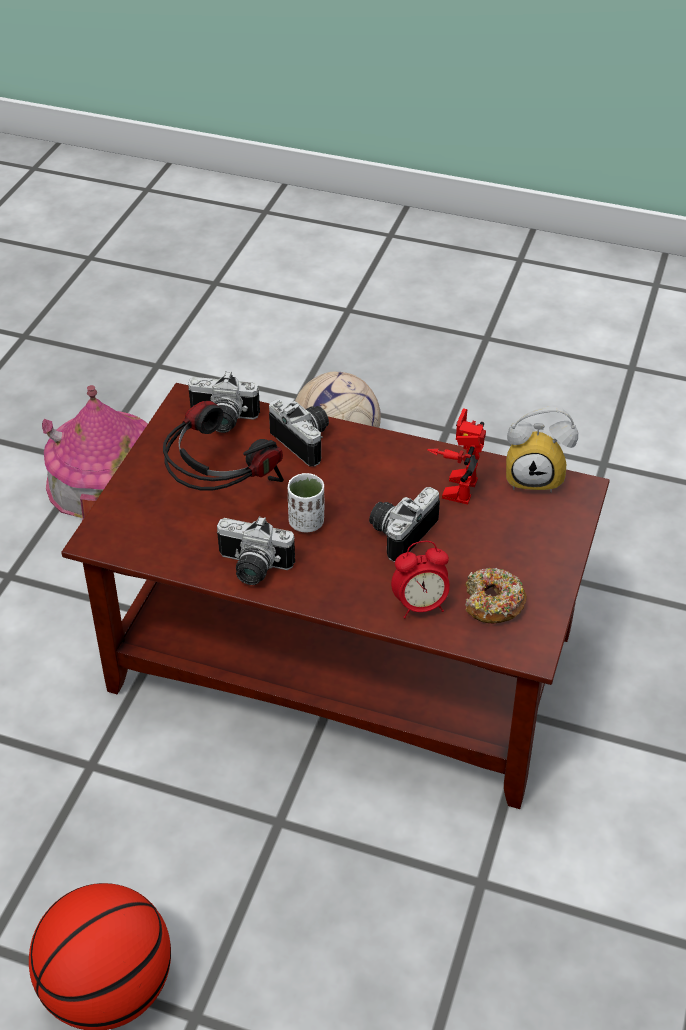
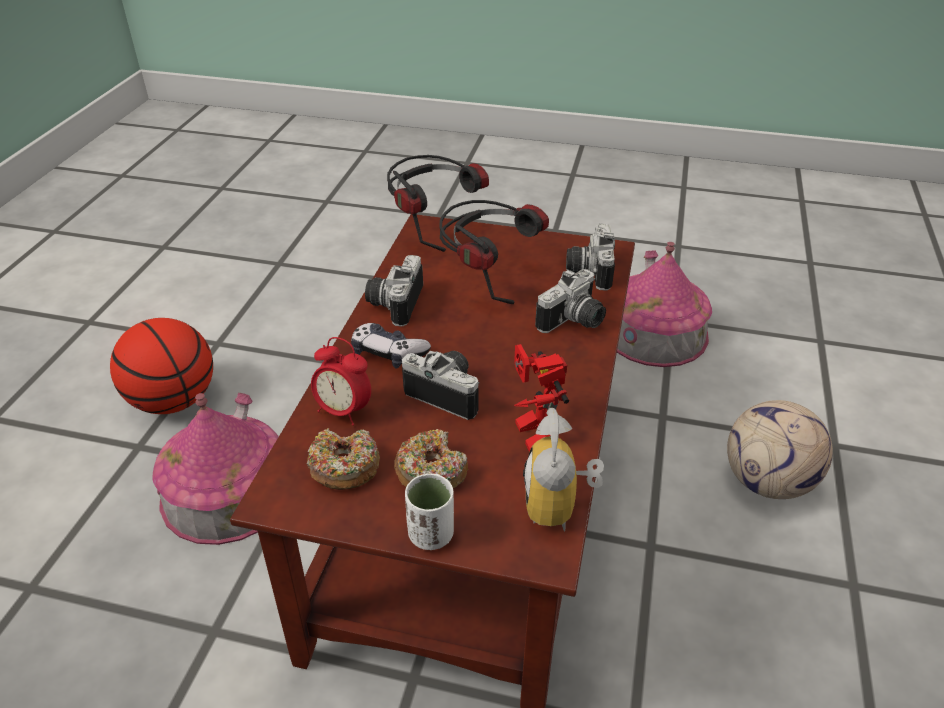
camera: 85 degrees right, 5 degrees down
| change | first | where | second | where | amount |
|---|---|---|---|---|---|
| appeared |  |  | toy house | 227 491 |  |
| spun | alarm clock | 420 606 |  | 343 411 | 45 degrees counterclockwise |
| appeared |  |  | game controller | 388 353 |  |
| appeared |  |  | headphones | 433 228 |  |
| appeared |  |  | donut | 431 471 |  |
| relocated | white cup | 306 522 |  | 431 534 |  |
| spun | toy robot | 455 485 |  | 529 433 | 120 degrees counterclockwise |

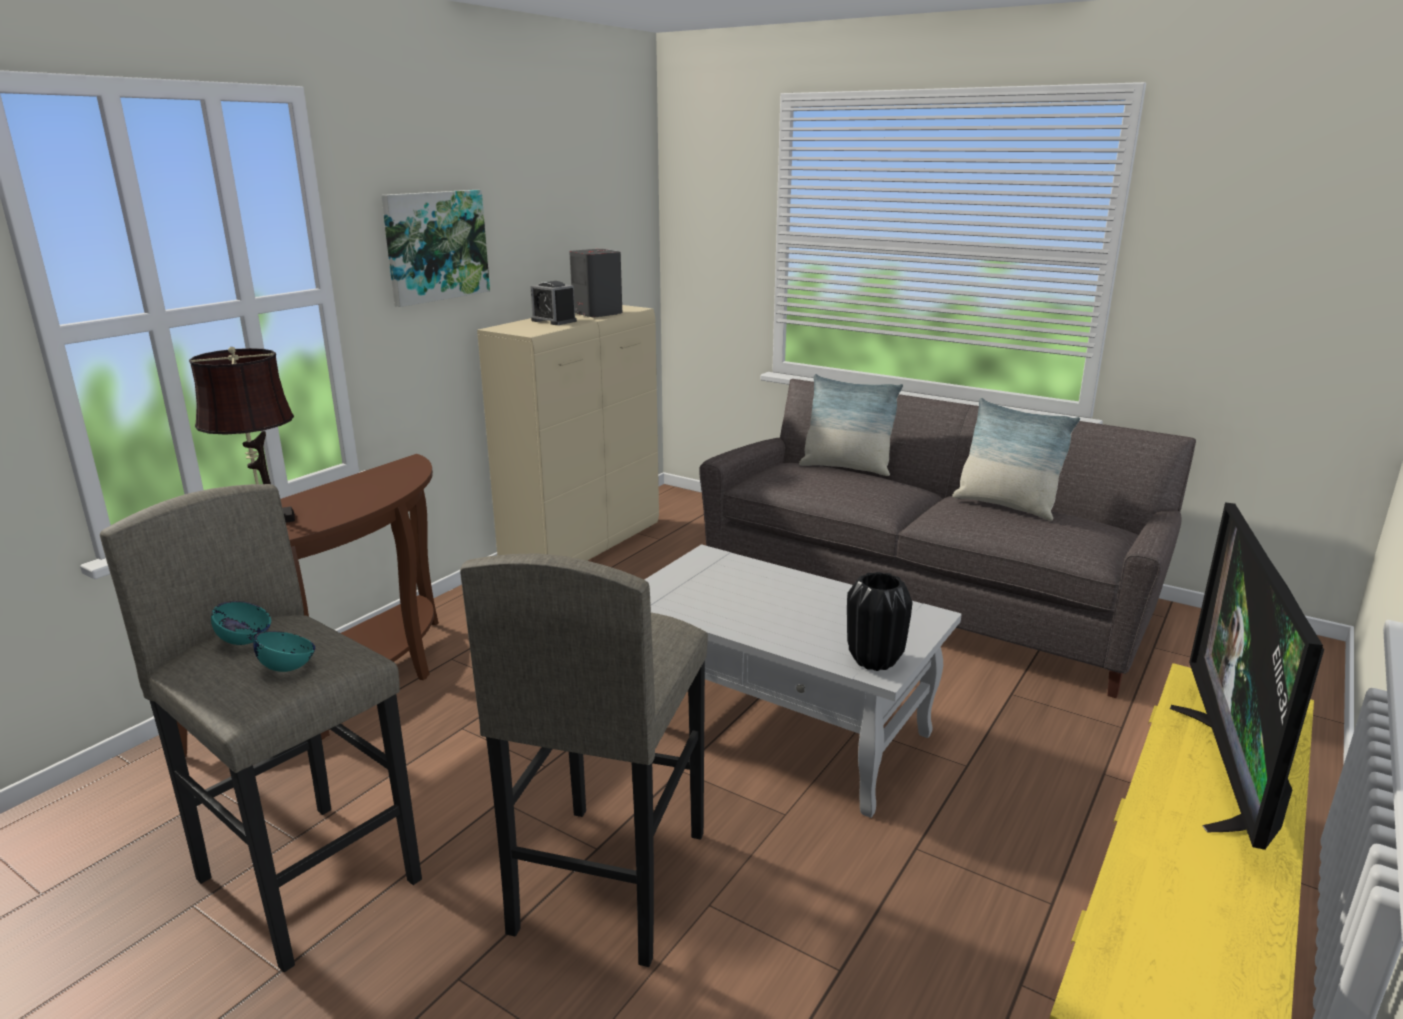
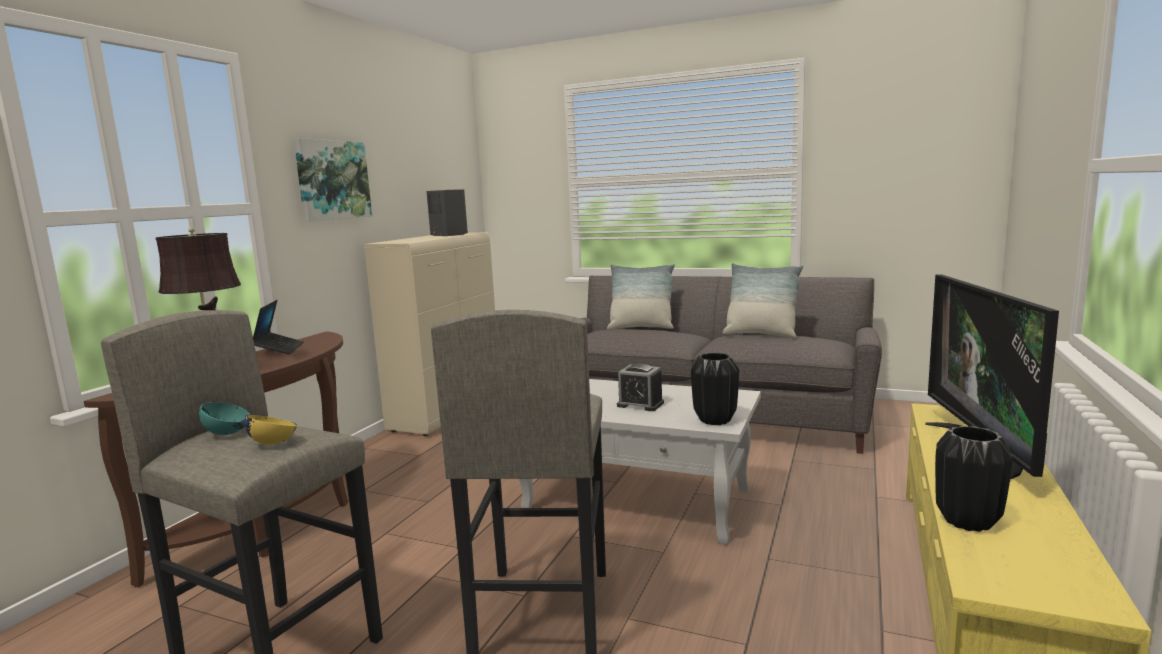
camera: 10 degrees left, 10 degrees down
| change | first | where | second | where | amount |
|---|---|---|---|---|---|
| colour | turquoise bowl | 288 667 | yellow bowl | 274 443 |  |
| appeared |  |  | laptop | 279 349 |  |
| relocated | alarm clock | 554 321 |  | 640 404 |  |
| appeared |  |  | black vase | 966 521 |  |

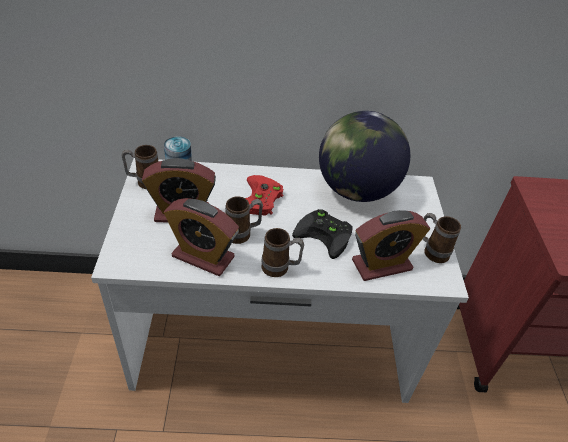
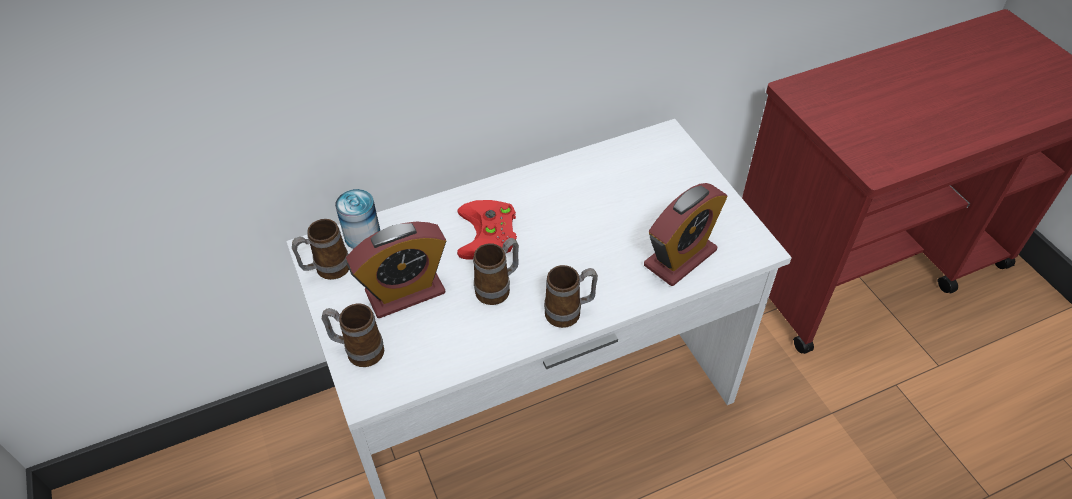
camera: 20 degrees left, 5 degrees up
| change | first | where | second | where | amount |
|---|---|---|---|---|---|
| relocated | mug | 431 251 |  | 358 351 |  |
| missing | alarm clock | 203 256 |  |  |  |
| missing | black game controller | 326 235 |  |  |  |
| missing | globe | 355 190 |  |  |  |

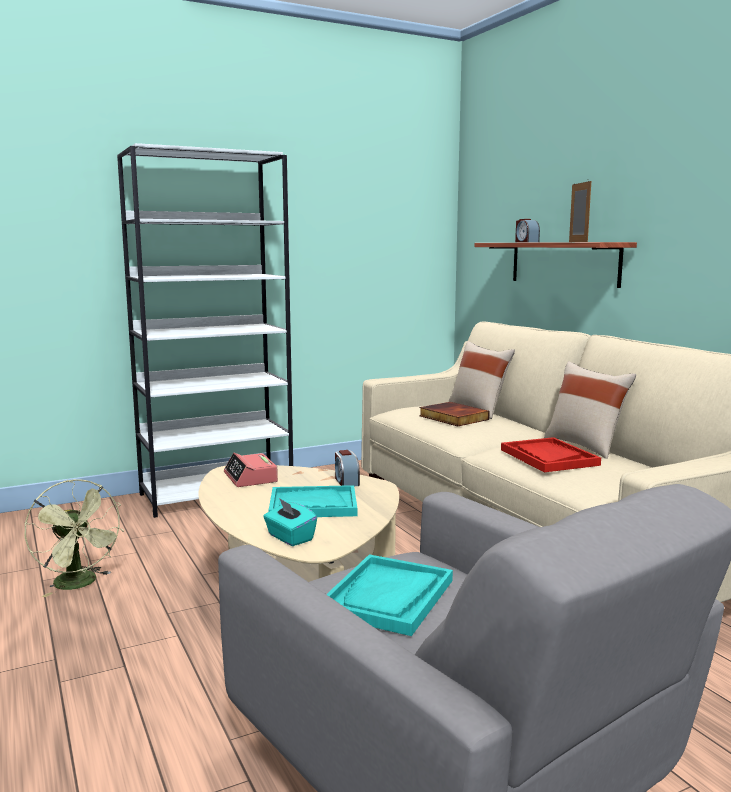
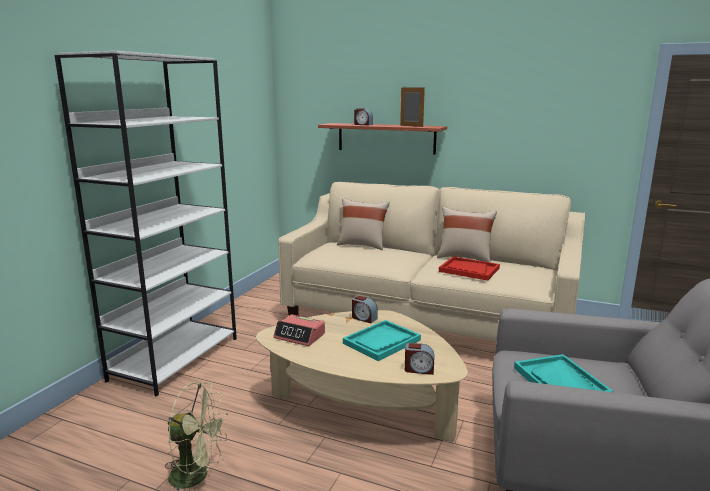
camera: 40 degrees left, 5 degrees up
| change | first | where | second | where | amount |
|---|---|---|---|---|---|
| exchanged | turquoise tissue box | 290 538 | alarm clock | 419 369 |  |
| missing | book | 452 418 |  |  |  |

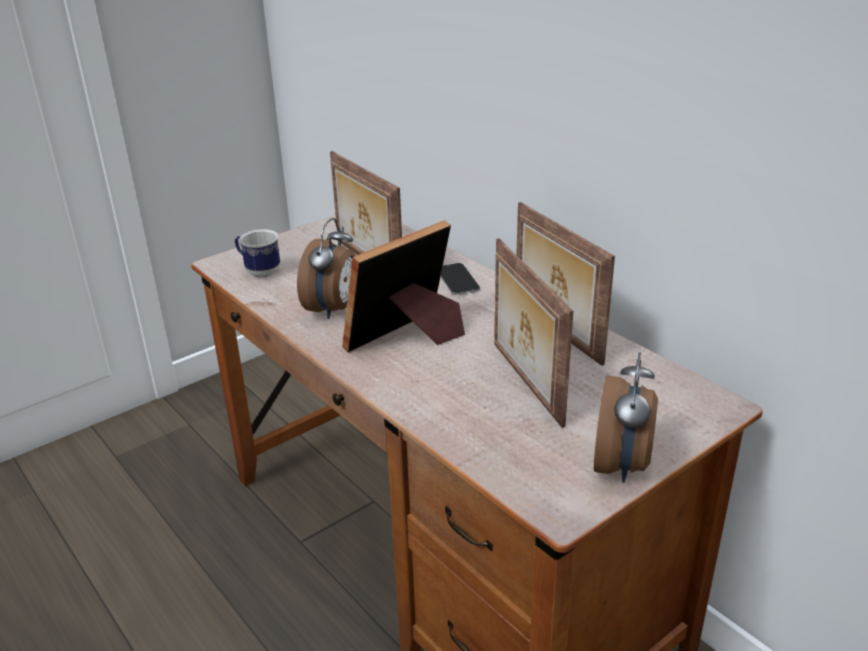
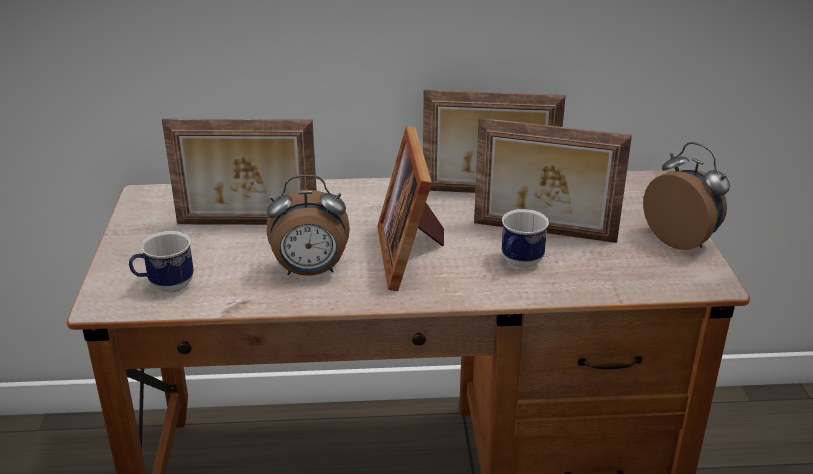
camera: 55 degrees left, 0 degrees up
| change | first | where | second | where | amount |
|---|---|---|---|---|---|
| spun | alarm clock | 334 309 |  | 310 272 | 120 degrees clockwise |
| appeared |  |  | mug | 519 264 |  |
| missing | phone | 457 280 |  |  |  |

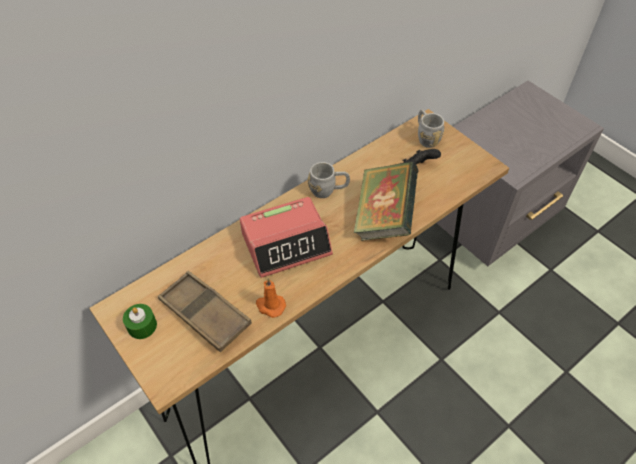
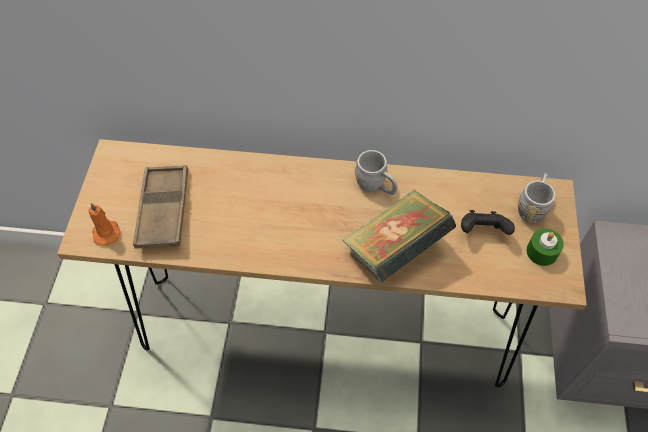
camera: 45 degrees right, 5 degrees up
| change | first | where | second | where | amount |
|---|---|---|---|---|---|
| relocated | orange candle | 270 306 |  | 106 232 |  |
| relocated | green candle | 142 326 |  | 541 252 |  |
| missing | alarm clock | 286 243 |  |  |  |

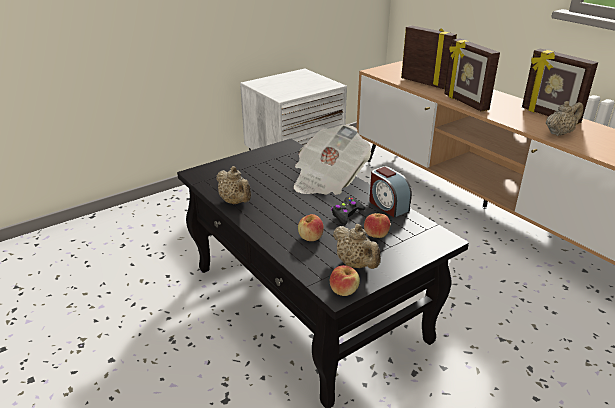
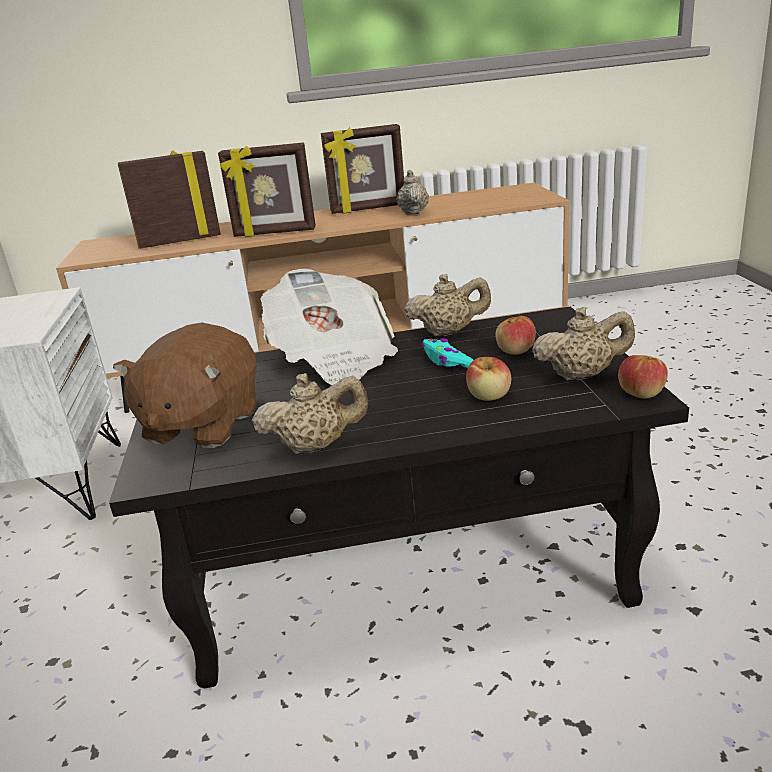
camera: 60 degrees left, 5 degrees down
| change | first | where | second | where | amount |
|---|---|---|---|---|---|
| appeared |  |  | brown plush toy | 202 425 |  |
| exchanged | alarm clock | 388 205 | beige teapot | 449 332 |  |
| colour | black game controller | 346 214 | turquoise game controller | 447 361 |  |

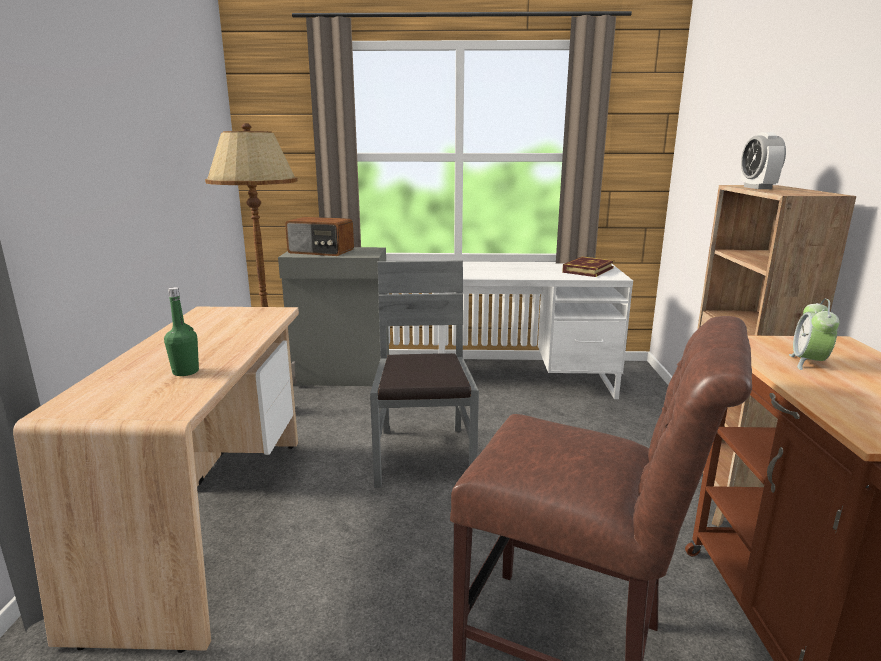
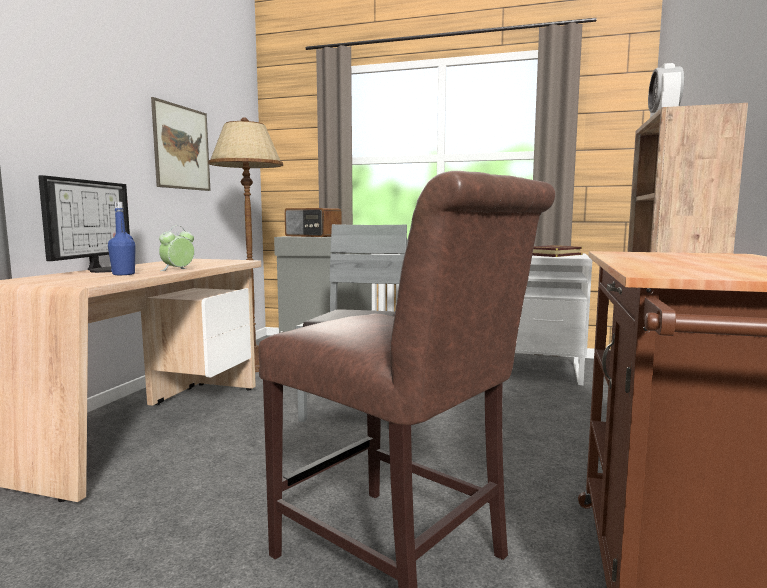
camera: 15 degrees right, 10 degrees down
| change | first | where | second | where | amount |
|---|---|---|---|---|---|
| appeared |  |  | monitor | 107 269 |  |
| colour | green bottle | 185 372 | blue bottle | 123 274 |  |
| appeared |  |  | picture | 182 148 |  |
| relocated | alarm clock | 808 363 |  | 178 270 |  |

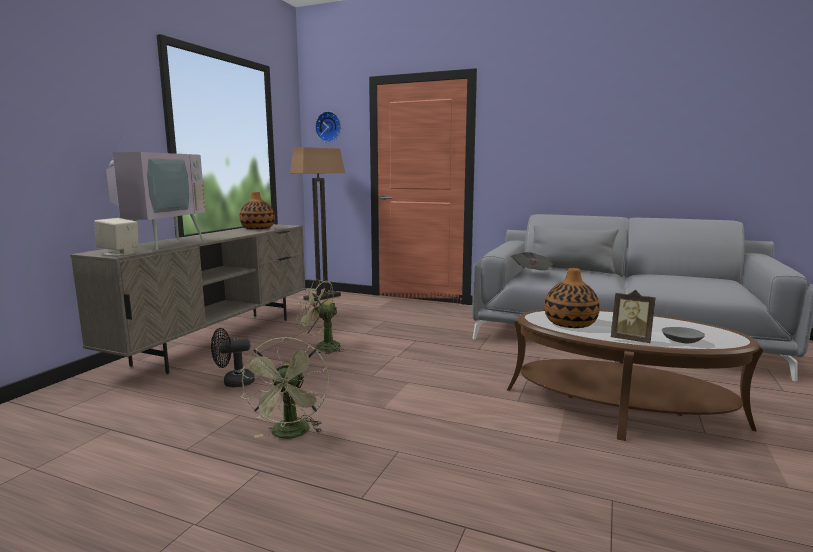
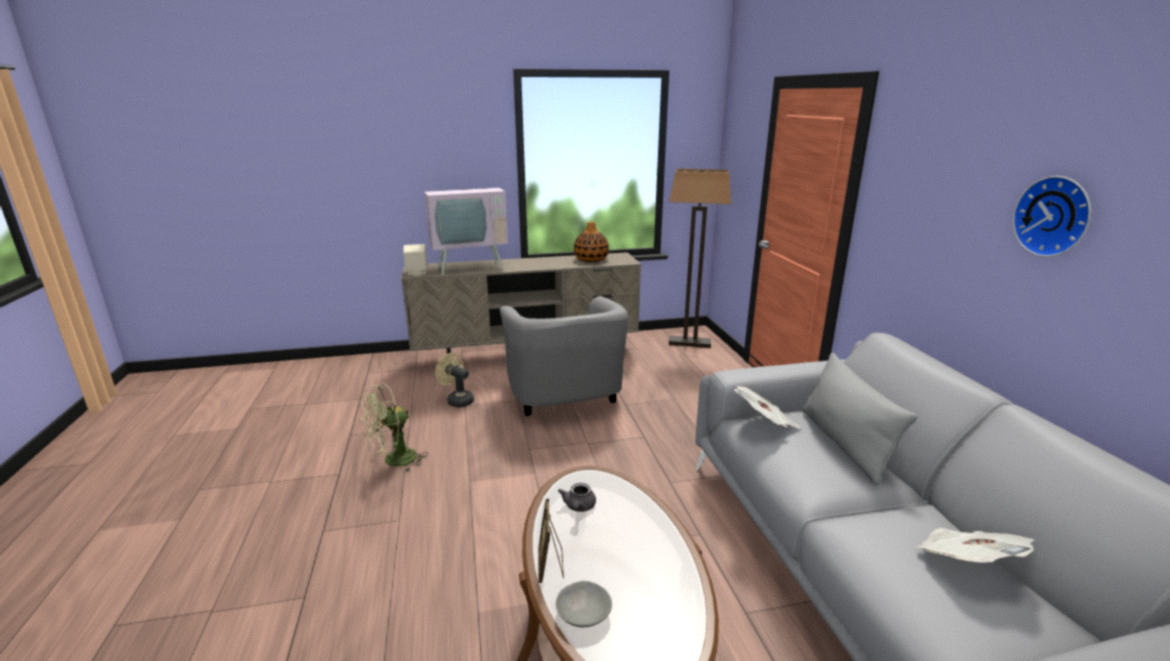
camera: 55 degrees right, 10 degrees up
| change | first | where | second | where | amount |
|---|---|---|---|---|---|
| colour | black fan | 233 383 | beige fan | 457 400 |  |
| exchanged | green fan | 322 346 | grey armchair | 566 399 |  |
| exchanged | vase | 570 324 | grey teapot | 578 507 |  |
| appeared |  |  | newspaper | 965 562 |  |
| relocated | wall clock | 329 127 |  | 1054 216 |  |

